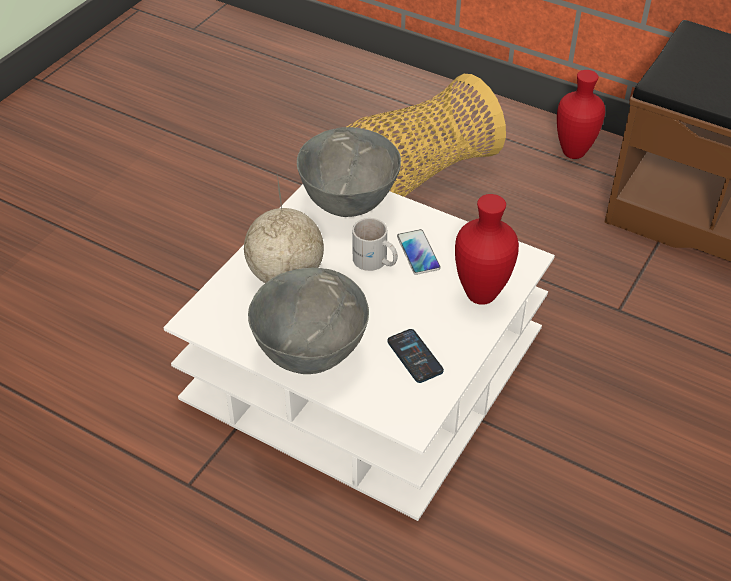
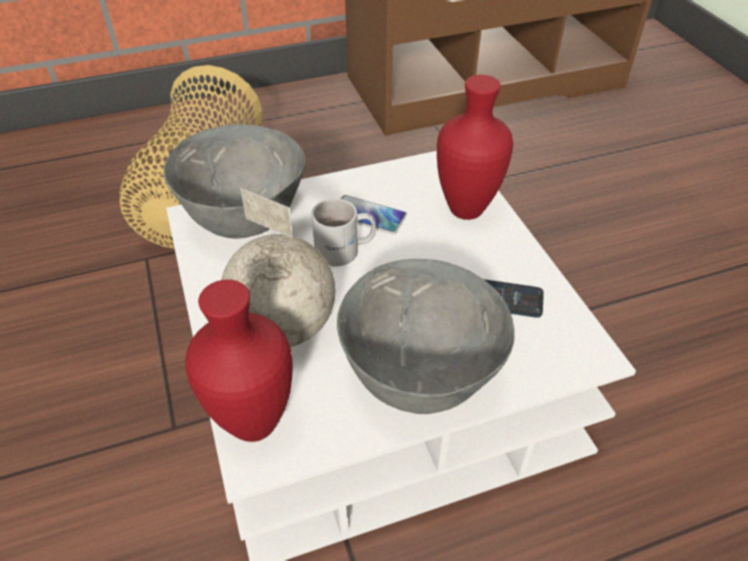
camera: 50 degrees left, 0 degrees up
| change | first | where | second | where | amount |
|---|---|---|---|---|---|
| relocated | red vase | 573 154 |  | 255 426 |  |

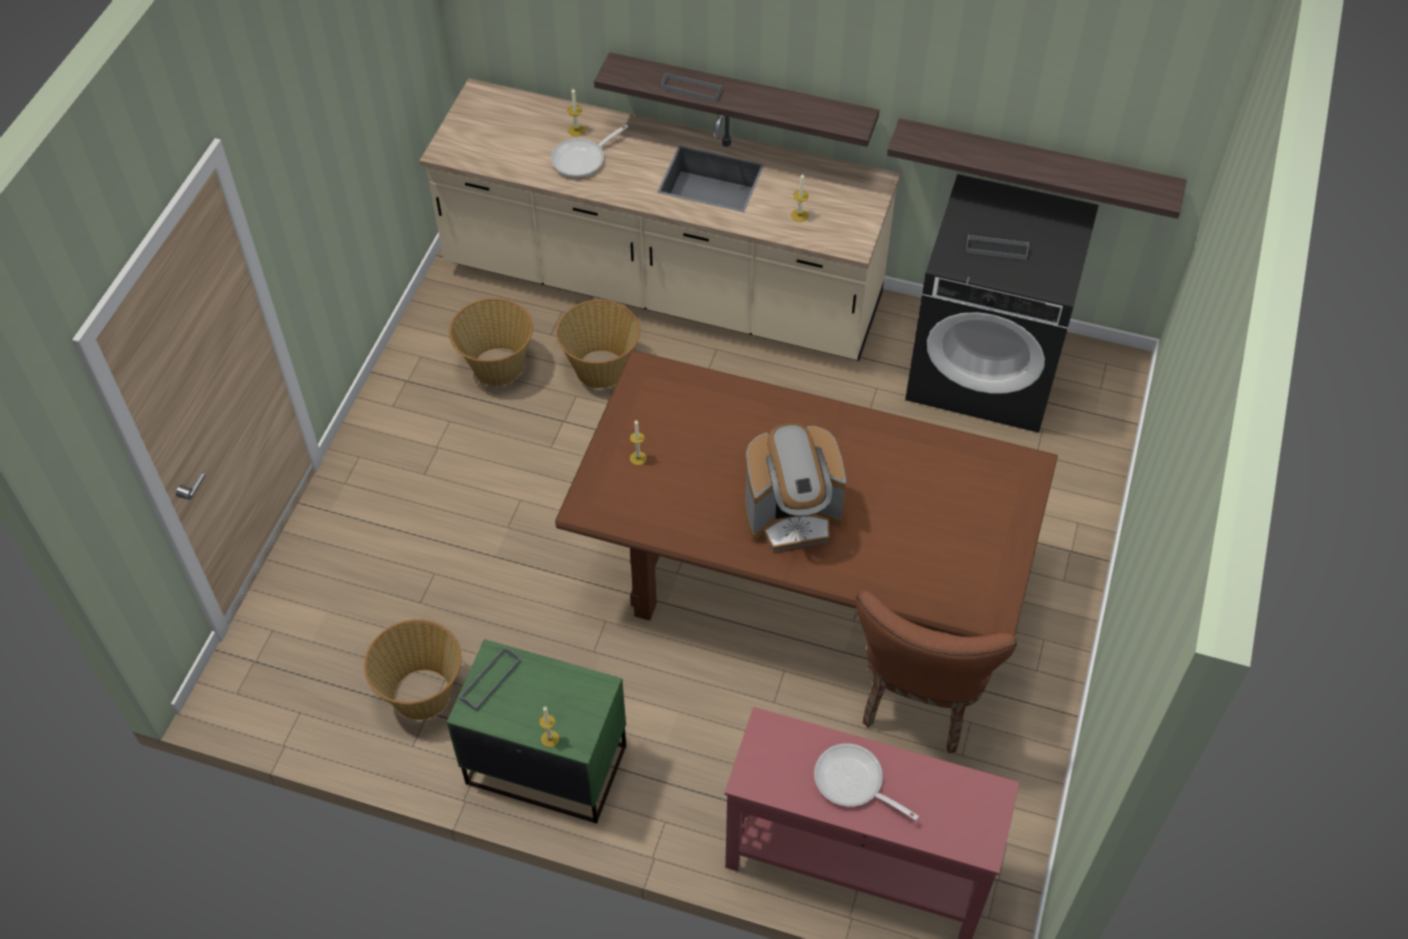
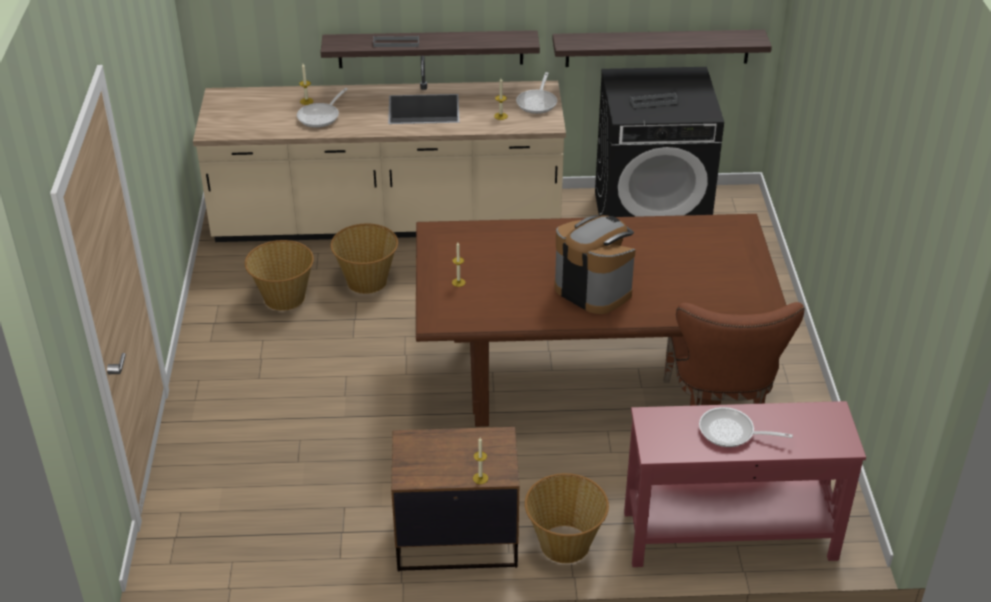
camera: 20 degrees left, 15 degrees down
| change | first | where | second | where | amount |
|---|---|---|---|---|---|
| colour | green nightstand | 546 763 | brown nightstand | 456 539 |  |
| appeared |  |  | frying pan | 538 102 |  |
| relocated | basket | 422 693 |  | 564 543 |  |
| spun | coffee machine | 792 516 |  | 593 289 | 105 degrees counterclockwise |
| missing | grey tray | 490 680 |  |  |  |

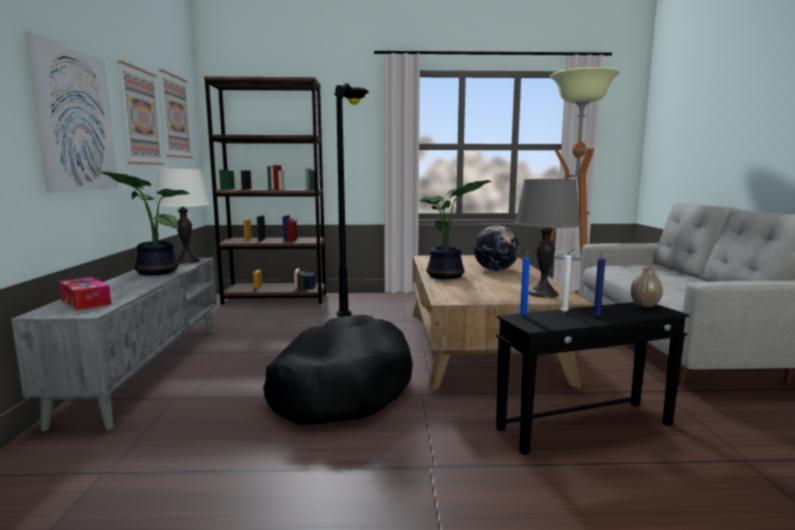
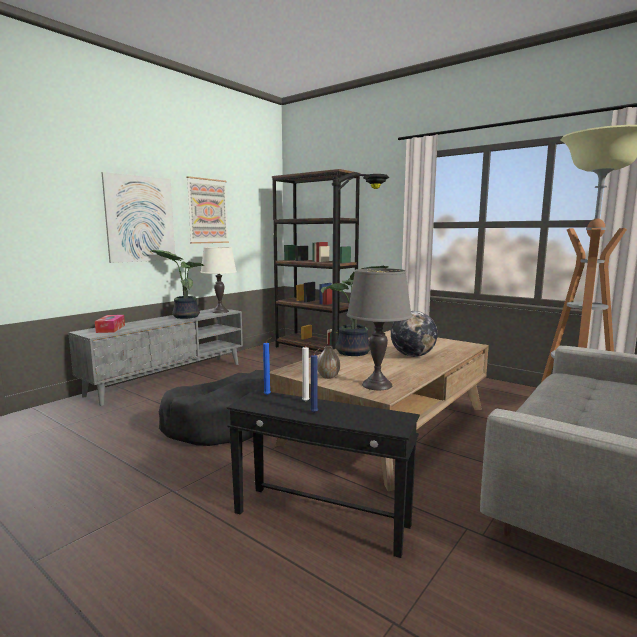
camera: 40 degrees right, 0 degrees up
| change | first | where | second | where | amount |
|---|---|---|---|---|---|
| relocated | vase | 644 305 |  | 328 377 |  |
| missing | picture | 175 117 |  |  |  |

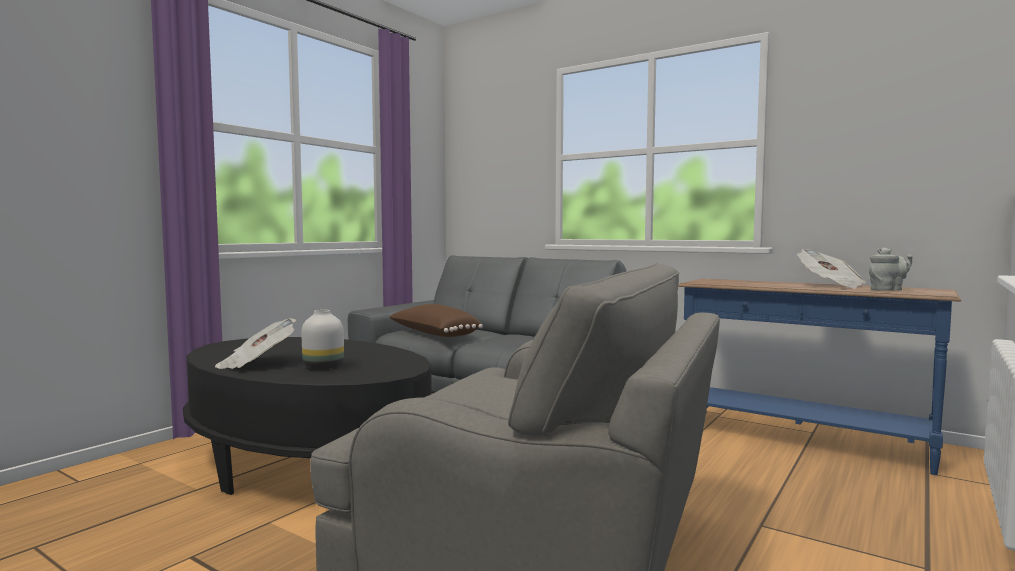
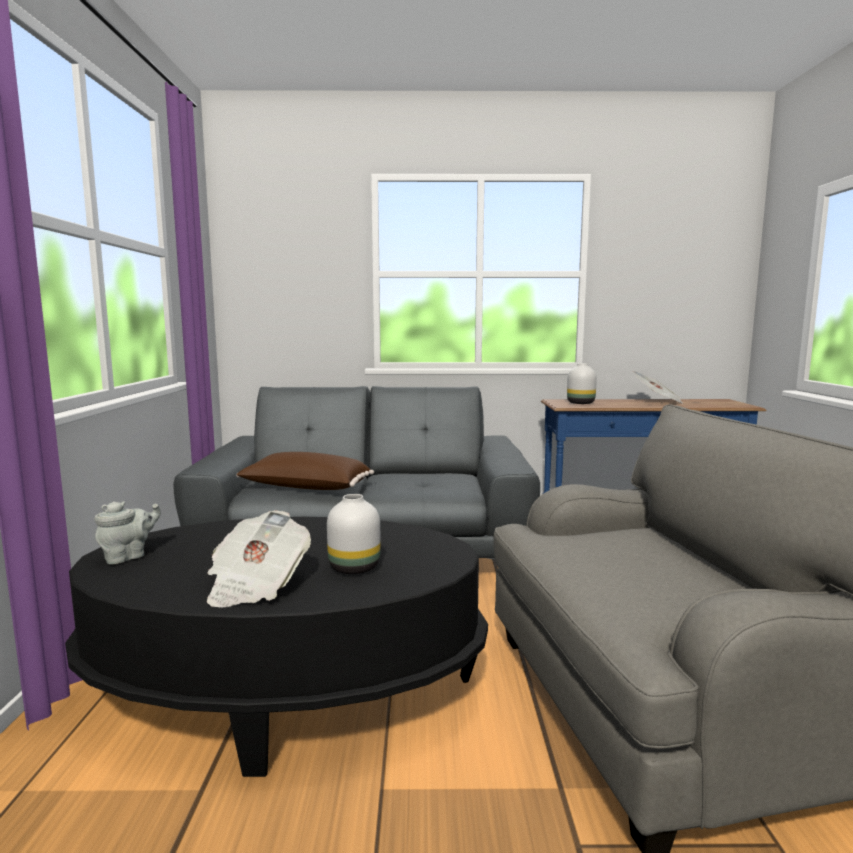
camera: 35 degrees left, 5 degrees up
| change | first | where | second | where | amount |
|---|---|---|---|---|---|
| relocated | grey teapot | 888 290 |  | 128 556 |  |
| appeared |  |  | white vase | 580 403 |  |

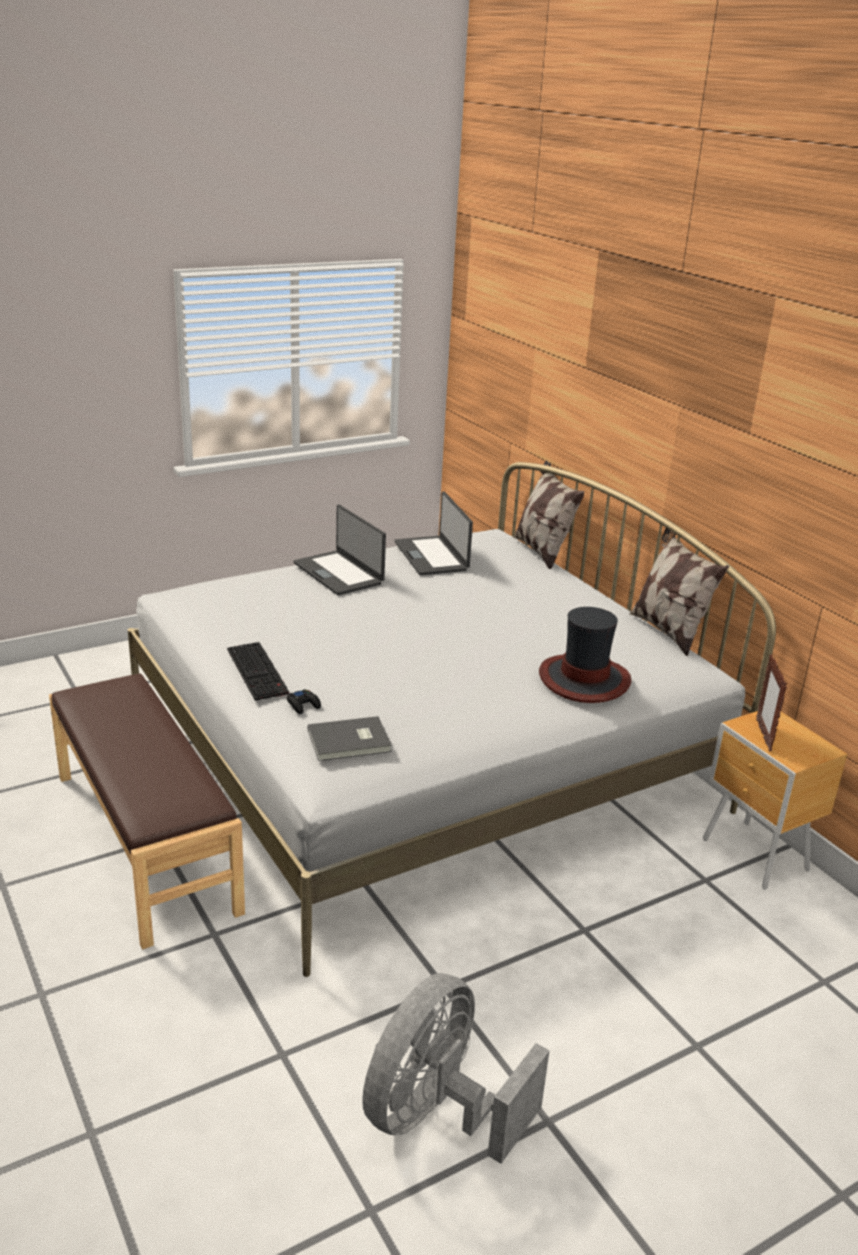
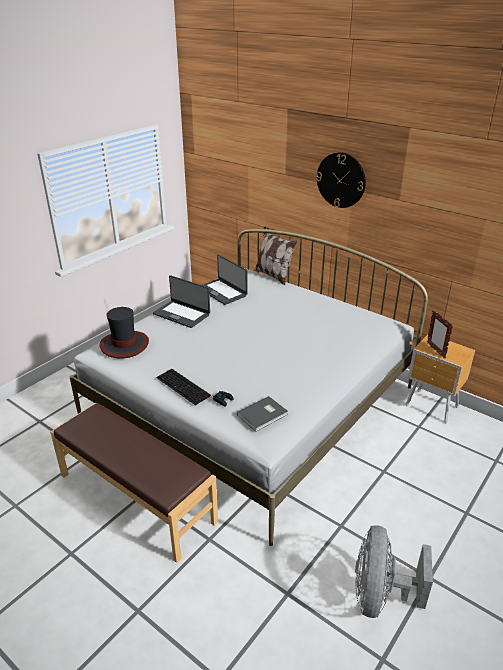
camera: 20 degrees left, 5 degrees up
| change | first | where | second | where | amount |
|---|---|---|---|---|---|
| relocated | hat | 584 679 |  | 124 345 |  |
| appeared |  |  | wall clock | 341 180 |  |
| missing | pillow | 668 631 |  |  |  |

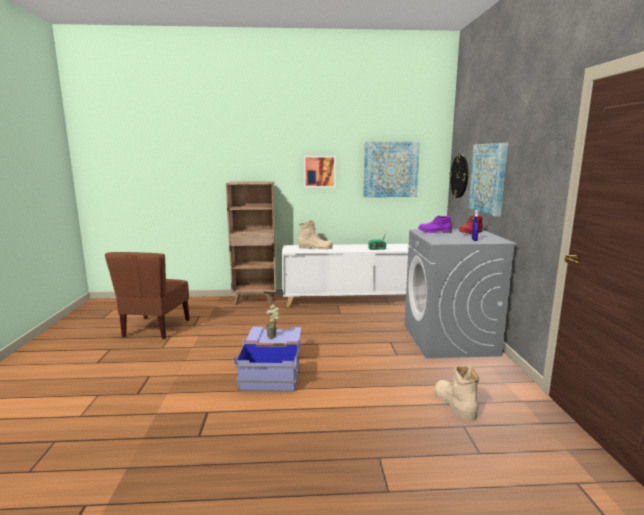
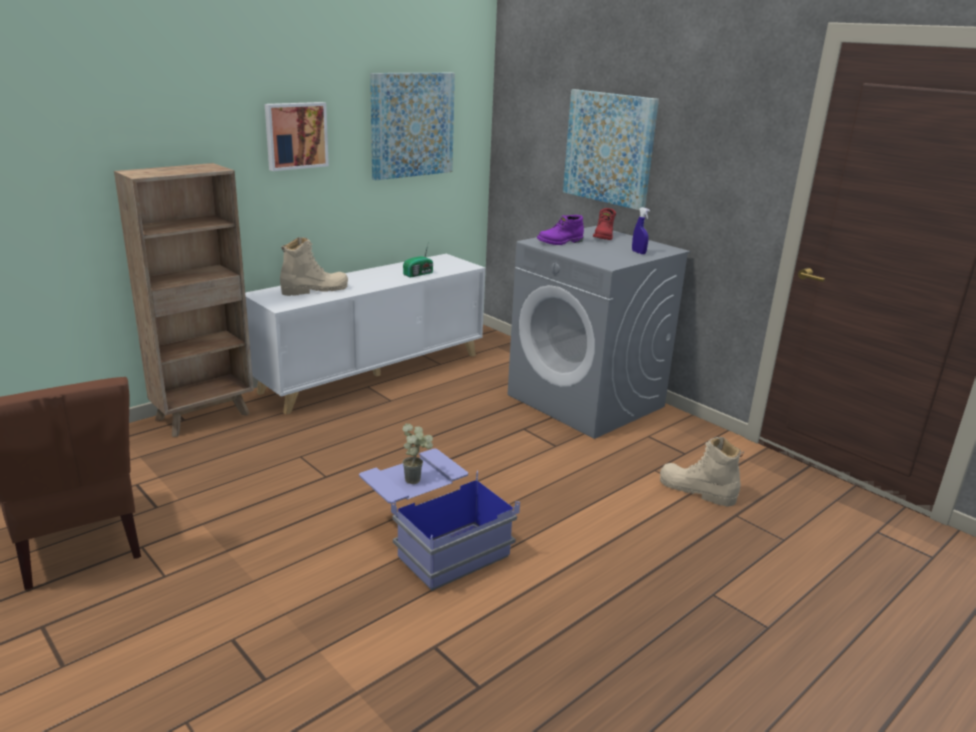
camera: 40 degrees left, 10 degrees up
| change | first | where | second | where | amount |
|---|---|---|---|---|---|
| missing | wall clock | 459 176 |  |  |  |

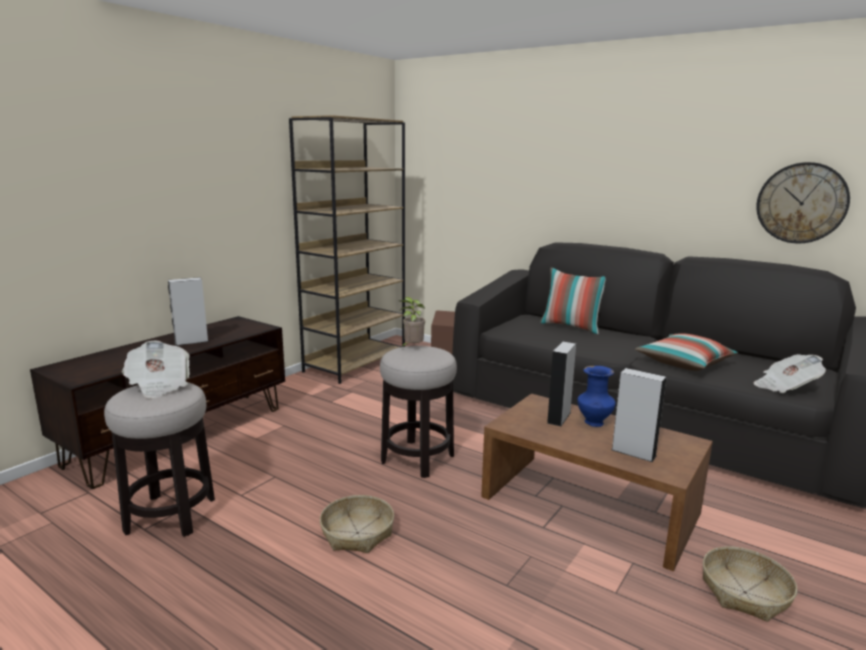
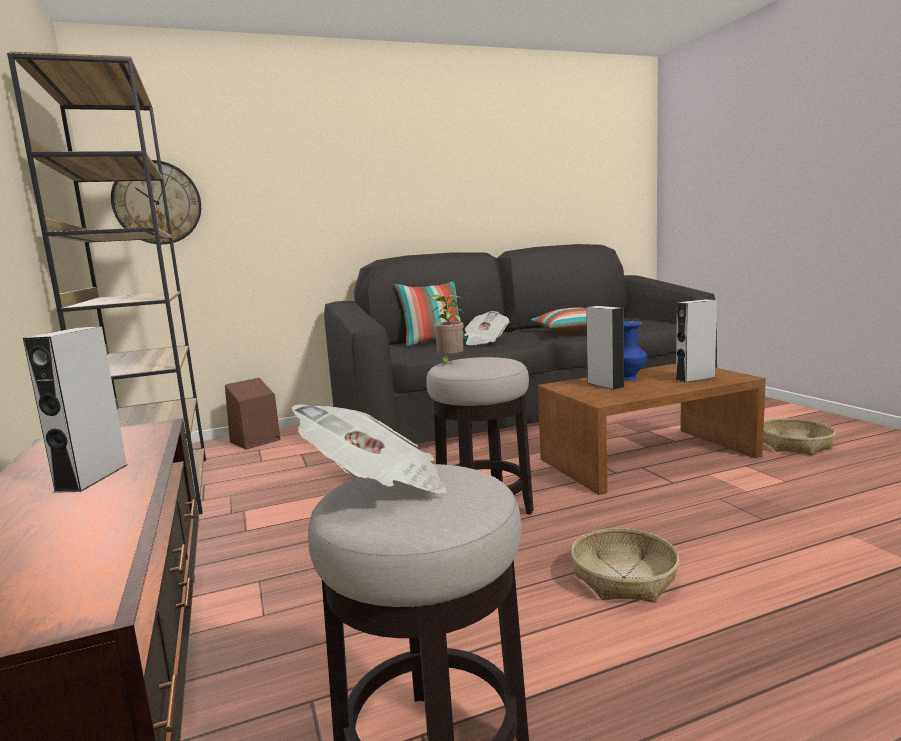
camera: 55 degrees left, 5 degrees down
| change | first | where | second | where | amount |
|---|---|---|---|---|---|
| relocated | wall clock | 801 203 |  | 157 203 |  |
| relocated | newspaper | 785 387 |  | 485 341 |  |

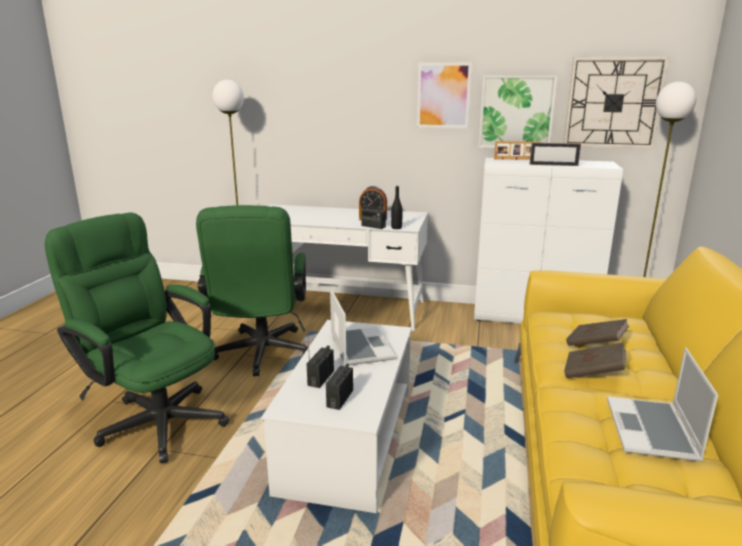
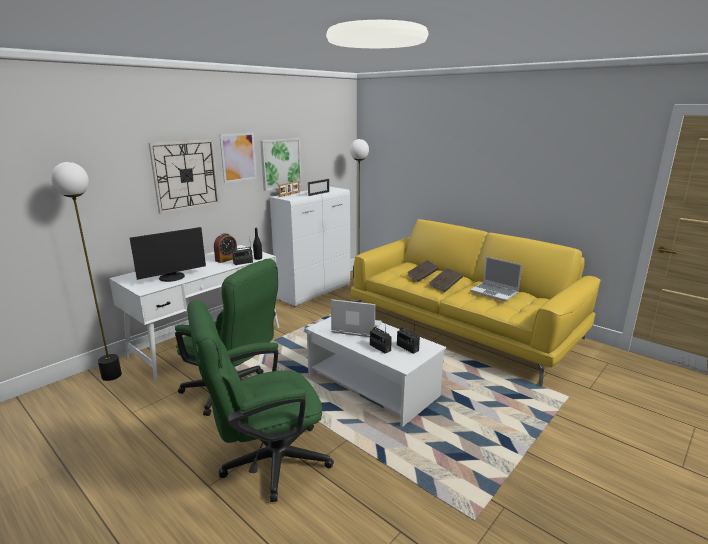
camera: 60 degrees left, 0 degrees up
| change | first | where | second | where | amount |
|---|---|---|---|---|---|
| appeared |  |  | monitor | 172 277 |  |
| relocated | wall clock | 613 103 |  | 185 175 |  |

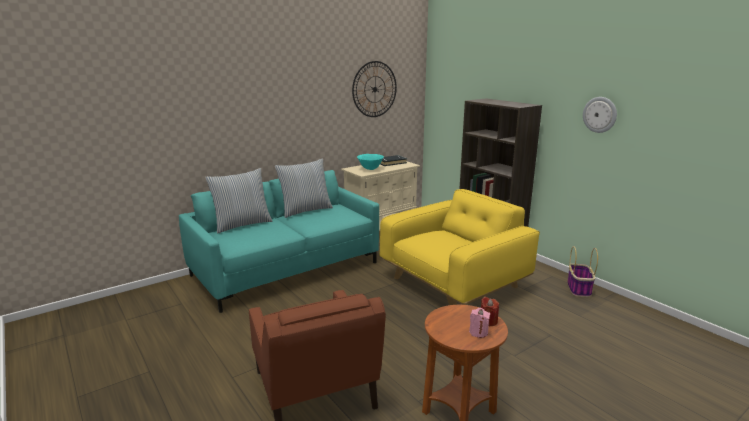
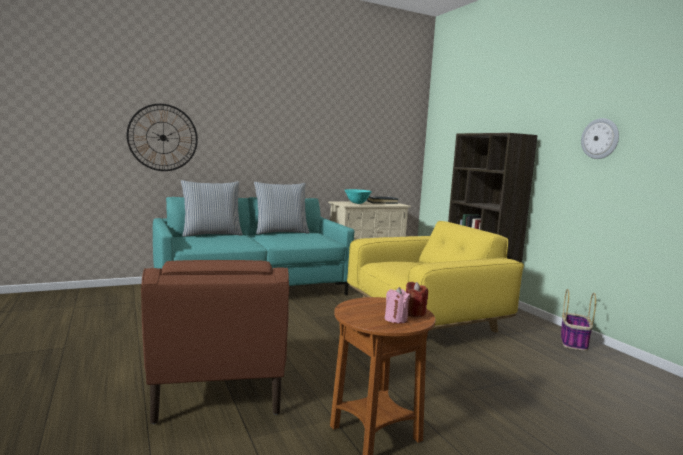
camera: 10 degrees right, 10 degrees down
| change | first | where | second | where | amount |
|---|---|---|---|---|---|
| relocated | wall clock | 374 89 |  | 163 137 |  |

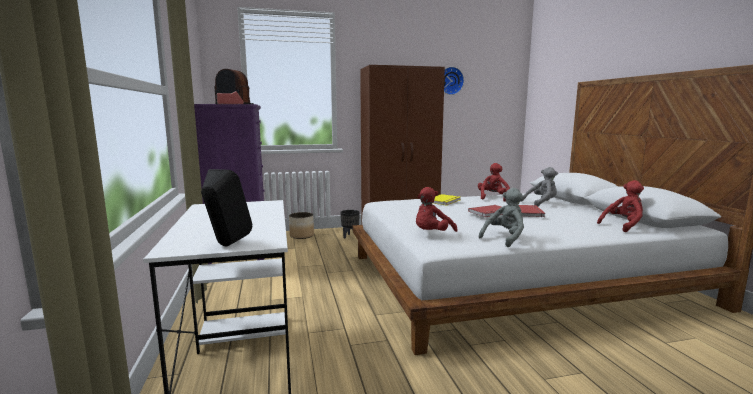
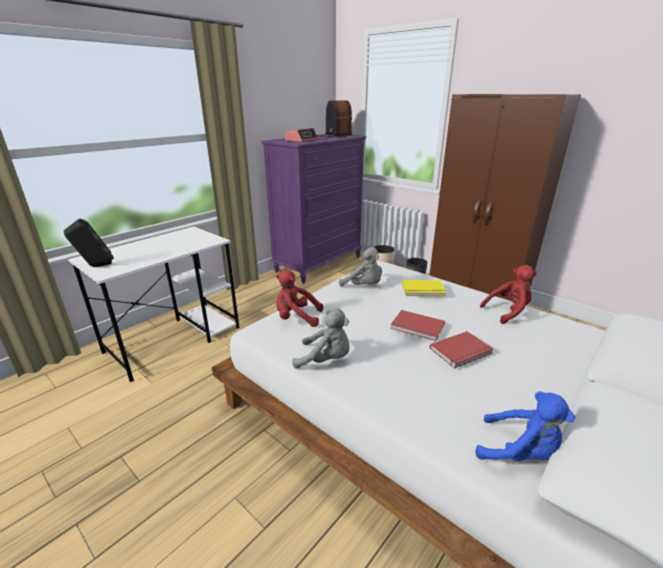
camera: 55 degrees right, 15 degrees up
| change | first | where | second | where | amount |
|---|---|---|---|---|---|
| relocated | grey plush toy | 541 203 |  | 364 286 |  |
| colour | red plush toy | 623 226 | blue plush toy | 519 452 |  |
| missing | wall clock | 450 81 |  |  |  |

